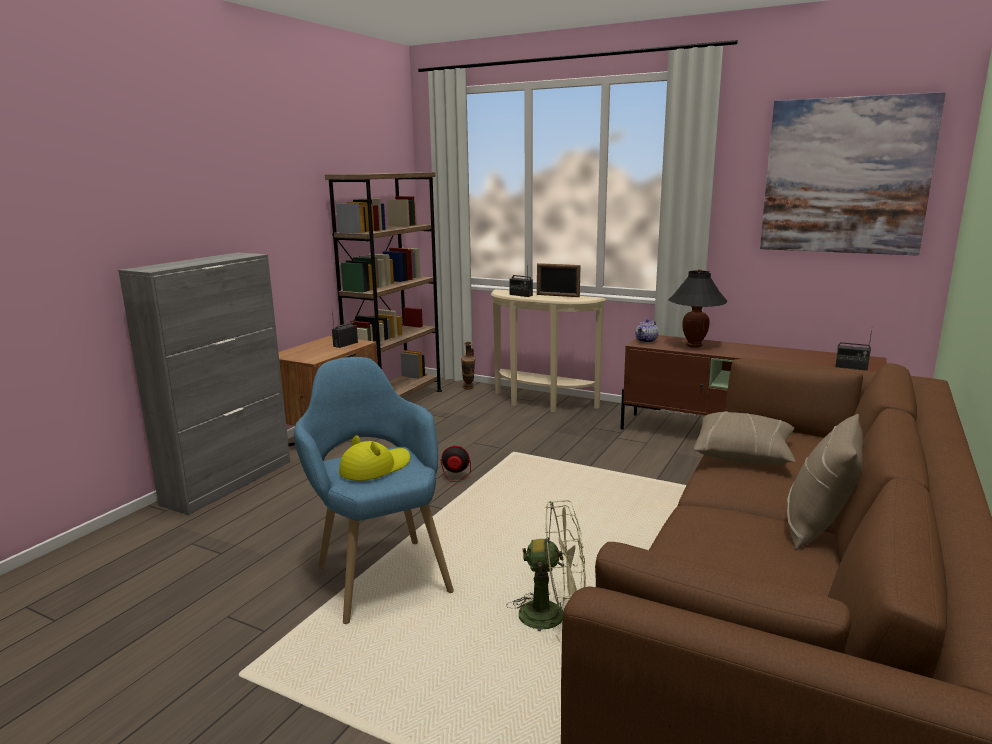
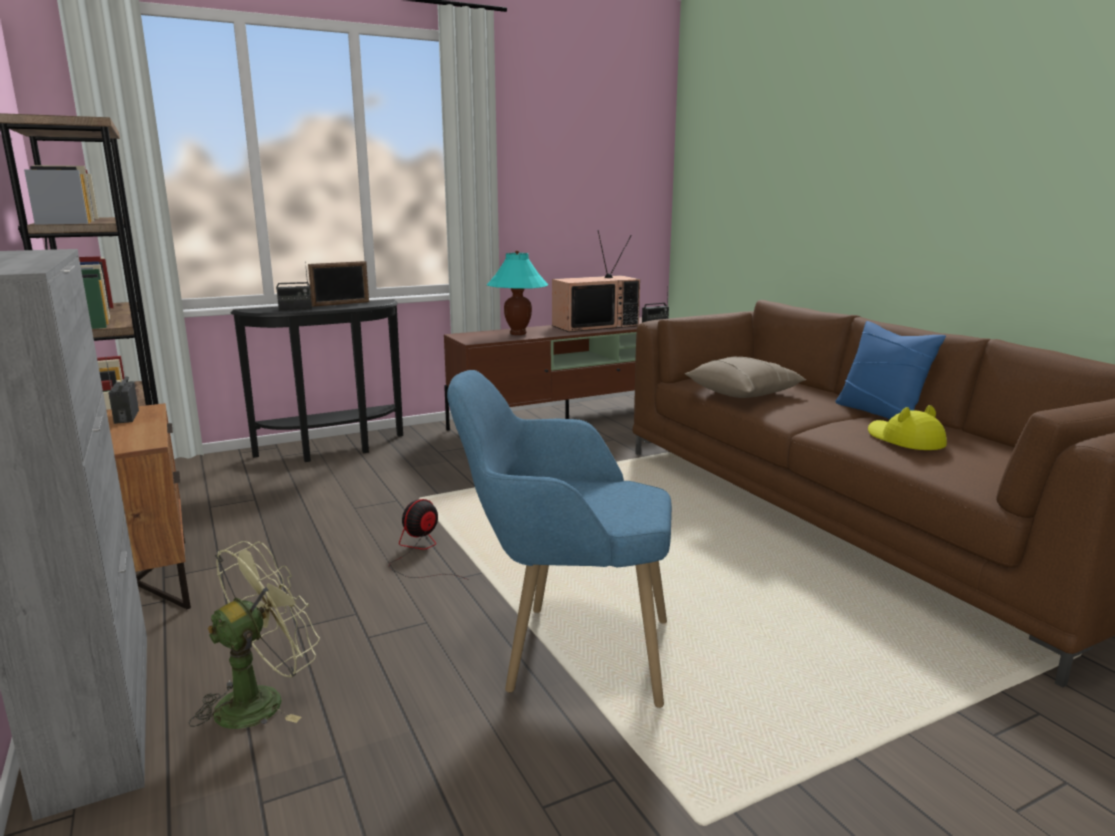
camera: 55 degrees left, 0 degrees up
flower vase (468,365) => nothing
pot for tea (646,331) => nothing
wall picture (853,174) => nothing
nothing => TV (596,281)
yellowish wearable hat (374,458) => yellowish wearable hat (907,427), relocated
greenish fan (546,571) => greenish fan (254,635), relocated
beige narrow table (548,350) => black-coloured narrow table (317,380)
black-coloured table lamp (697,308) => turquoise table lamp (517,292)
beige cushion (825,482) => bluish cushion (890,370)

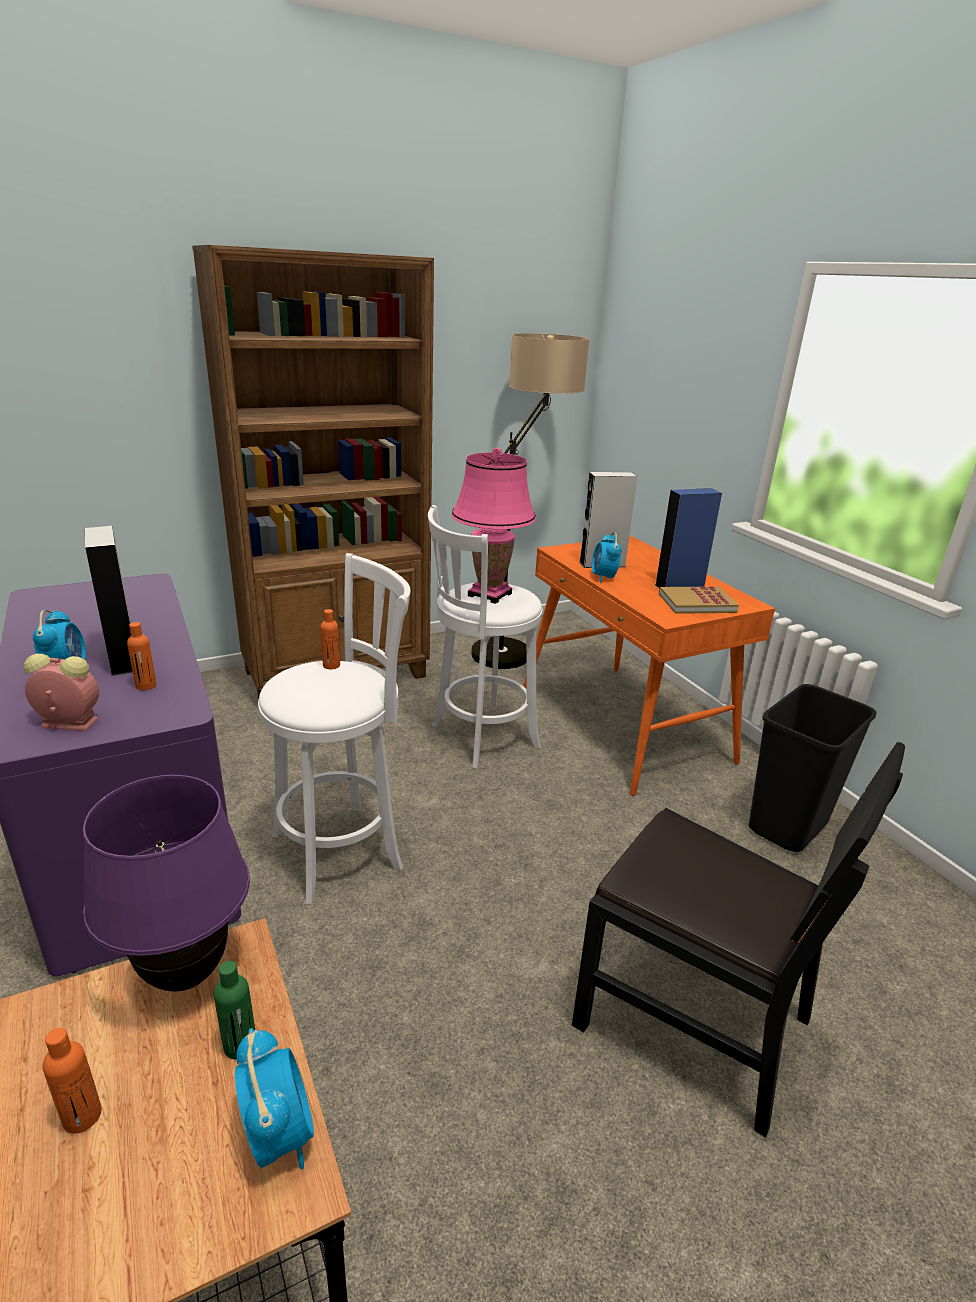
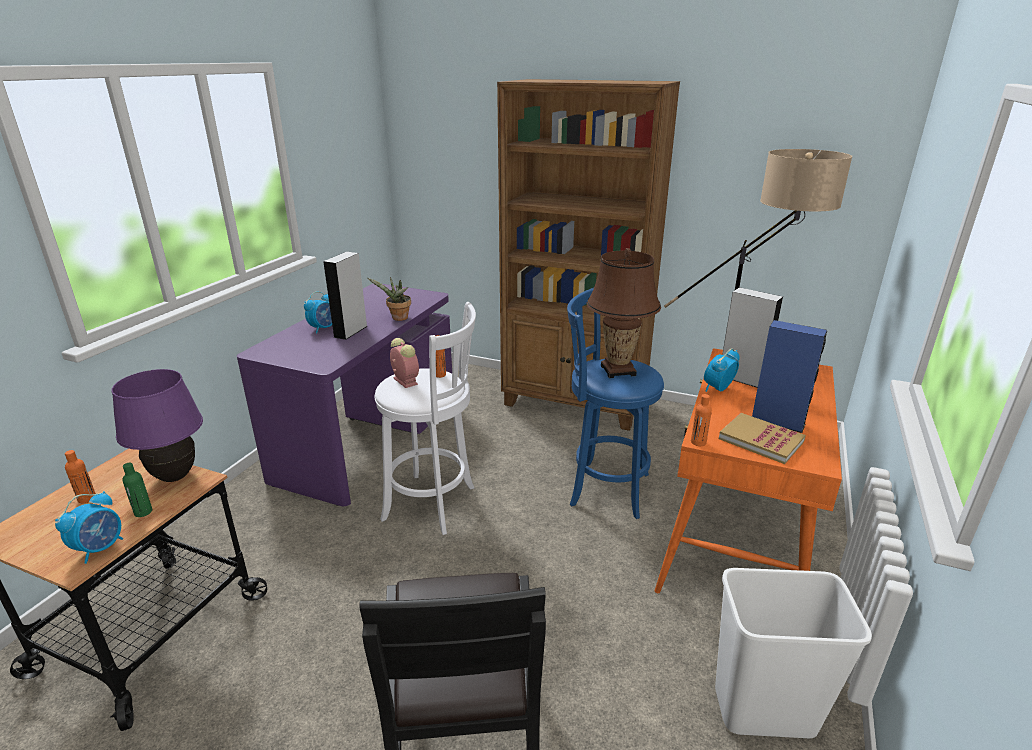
camera: 50 degrees right, 0 degrees up
nothing => houseplant (389,299)
bedside clock (61,692) => bedside clock (404,363), relocated
orange-coloured bottle (142,656) => orange-coloured bottle (701,420), relocated
whitish stool (485,637) => bluish stool (615,403)
pink-coloured table lamp (493,526) => brown table lamp (624,313)
black-coloured trash can (813,768) => whitish trash can (793,653)

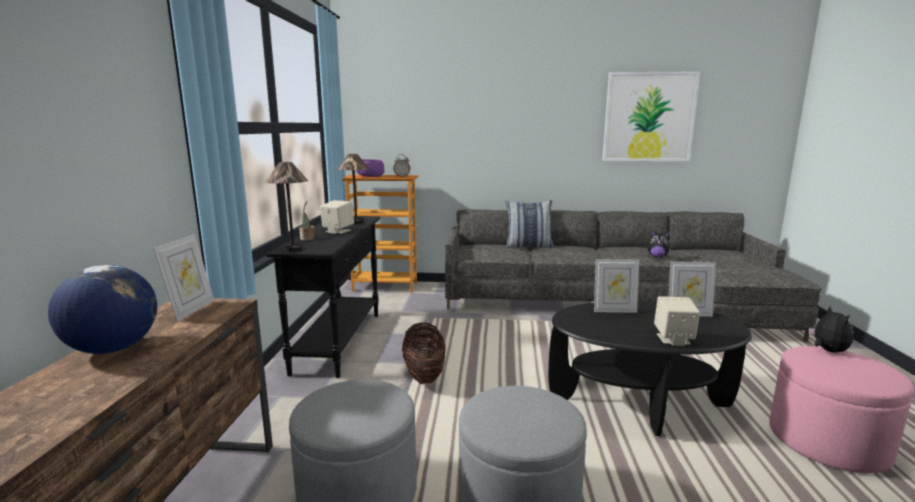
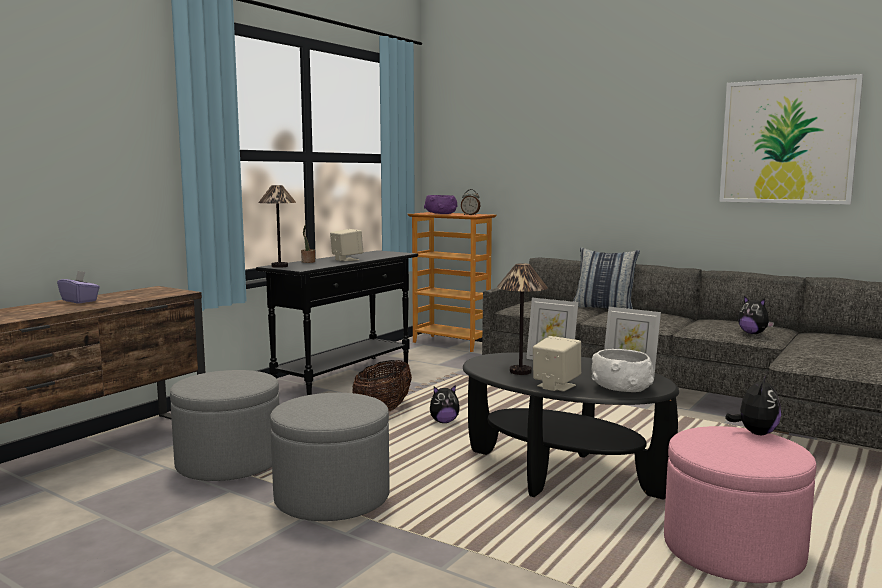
camera: 30 degrees right, 5 degrees down
picture frame (183,278) => nothing
nothing => plush toy (445,404)
nothing => whitish deep dish (623,370)
table lamp (353,189) => table lamp (522,319), relocated
desk globe (102,309) => purple tissue box (78,287)

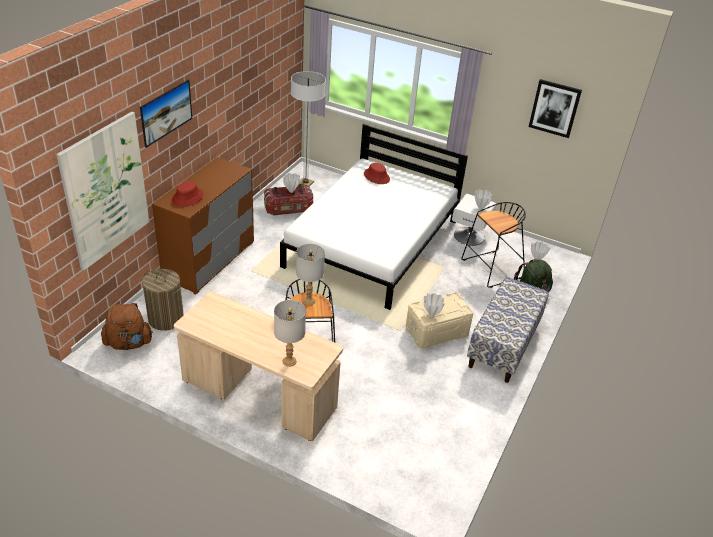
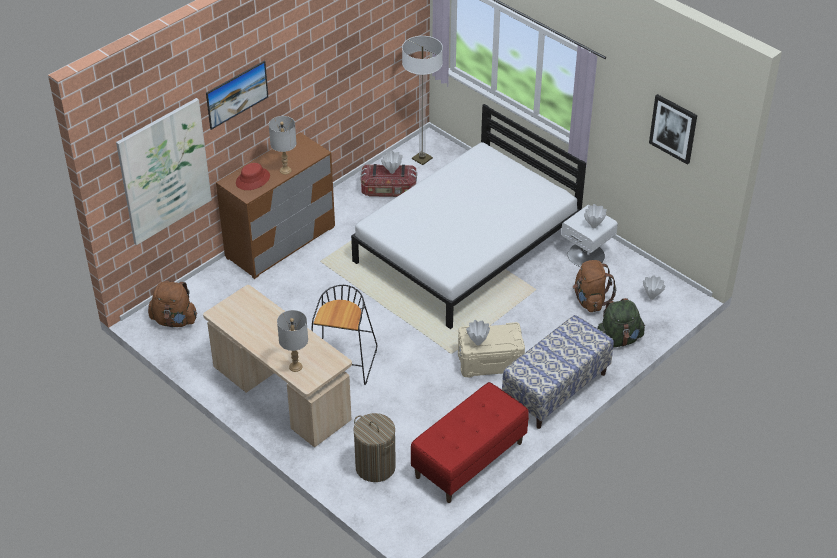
camera: 20 degrees right, 5 degrees up
red wearable hat (377,173) => nothing
nothing => red indoor bench (470,442)
laundry basket (163,300) => laundry basket (374,447), relocated
greyish table lamp (310,274) => greyish table lamp (282,145), relocated
black-coloured stool (493,245) => brown backpack (595,286)

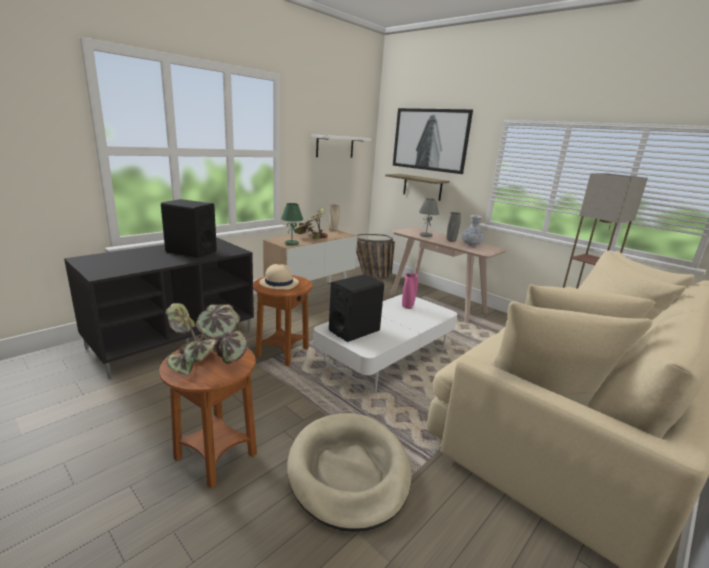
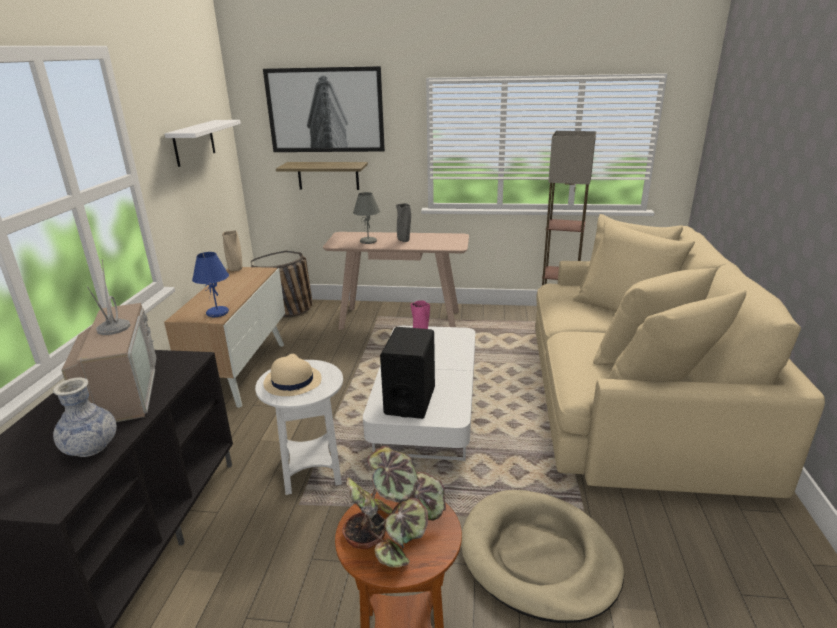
camera: 35 degrees left, 5 degrees up
houseplant (311,223) => nothing
flower vase (473,230) => flower vase (85,417), relocated
black-coloured loudspeaker (189,228) => TV (108,340)
brown accent table (283,320) => whitish accent table (299,427)
greenish table lamp (292,224) => bluish table lamp (210,284)

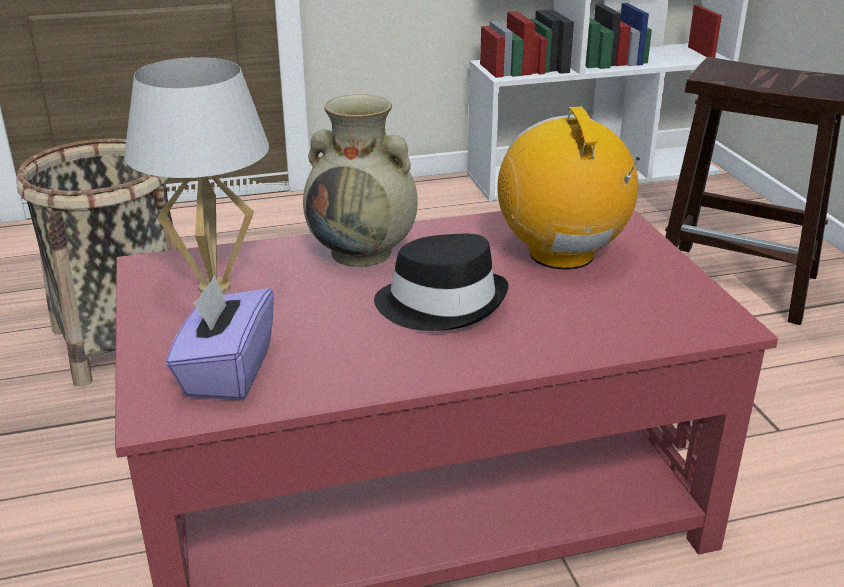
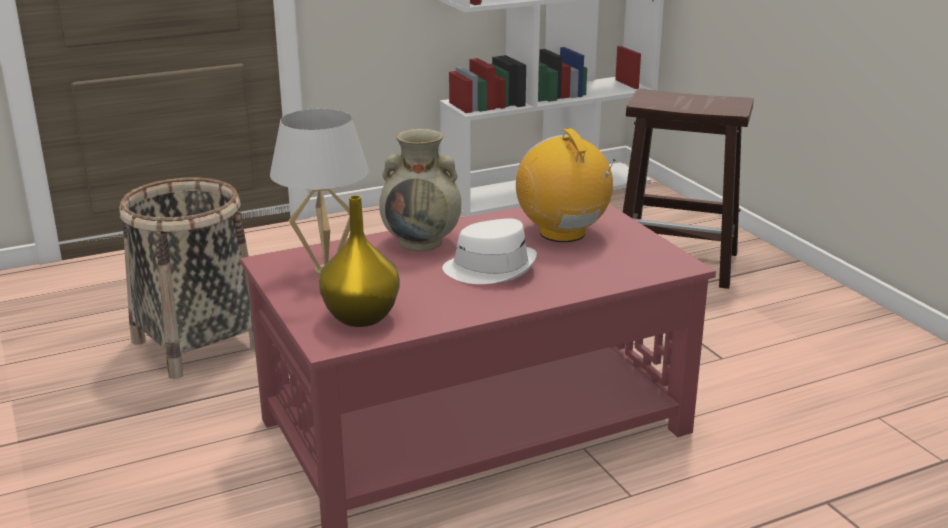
camera: 10 degrees left, 5 degrees down
purple tissue box (220,337) => yellowish flower vase (359,261)
black-coloured wearable hat (441,282) => whitish wearable hat (489,251)

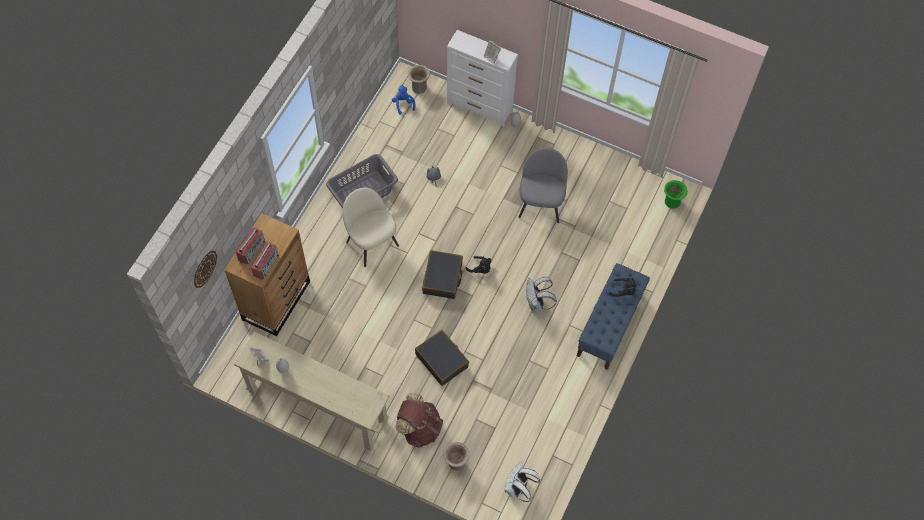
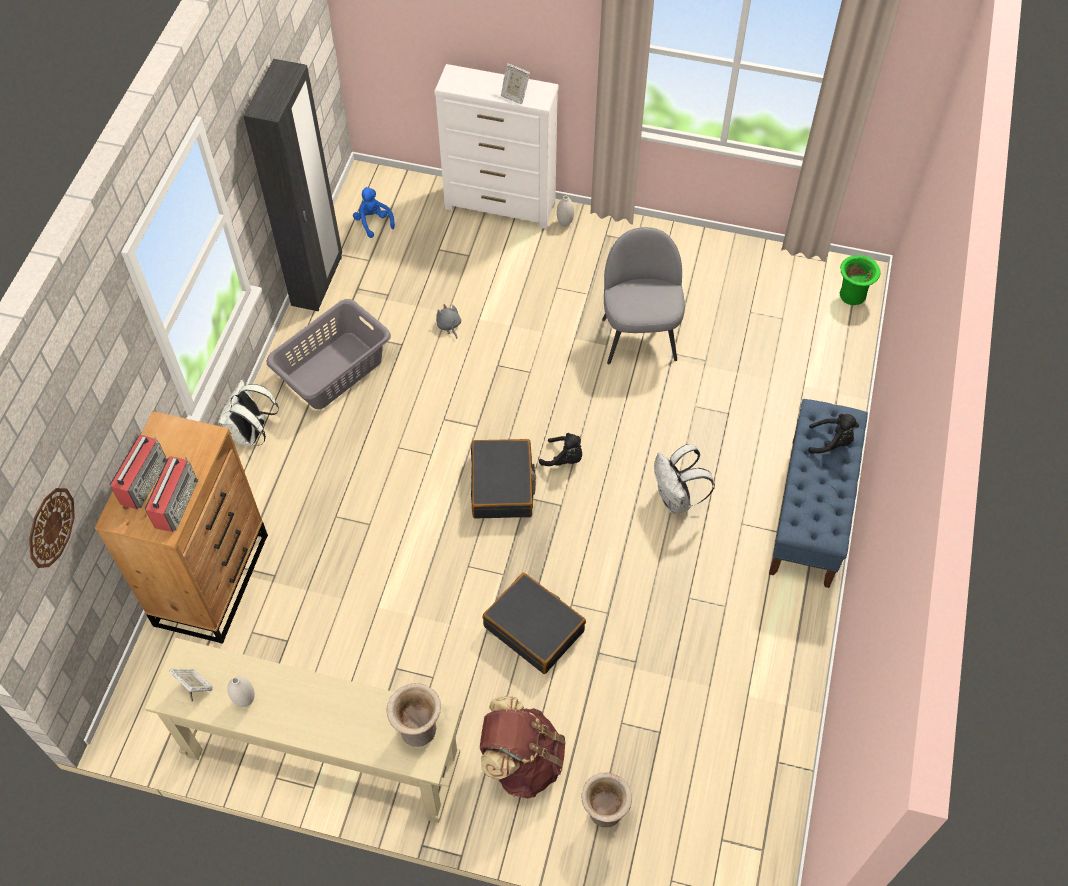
camera: 10 degrees left, 5 degrees down
beige plain chair (370,227) => nothing
nothing => black-coloured wardrobe (292,185)
beige flower vase (419,79) => beige flower vase (414,715), relocated
whitish backpack (522,481) => whitish backpack (248,413), relocated

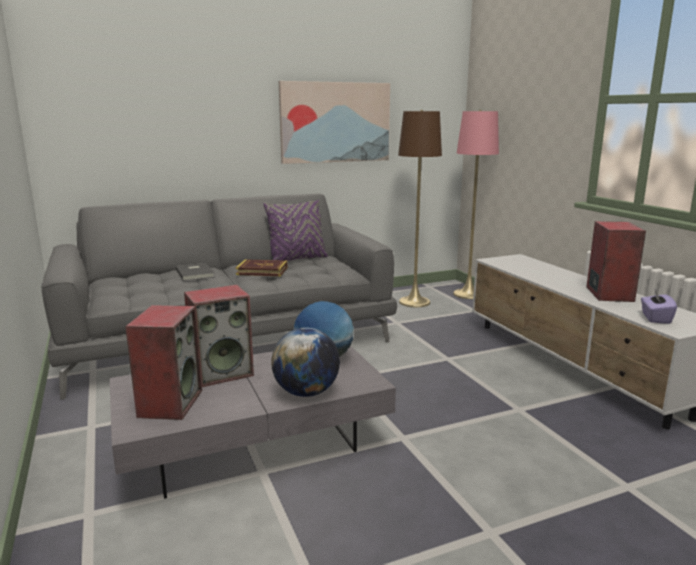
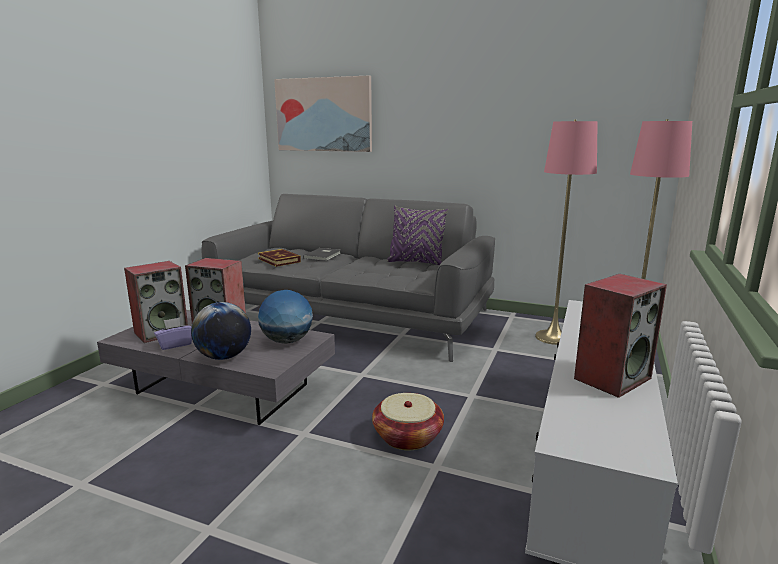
camera: 45 degrees right, 0 degrees up
nothing => basket (408,421)
bound book (262,267) => bound book (279,258), relocated
wall picture (334,122) => wall picture (323,114), relocated
purple tissue box (659,306) => purple tissue box (173,333), relocated
brown floor lamp (420,208) => pink-coloured floor lamp (566,232)

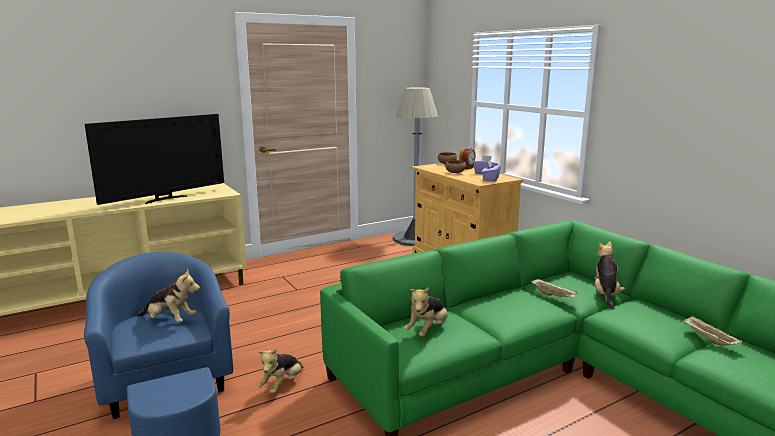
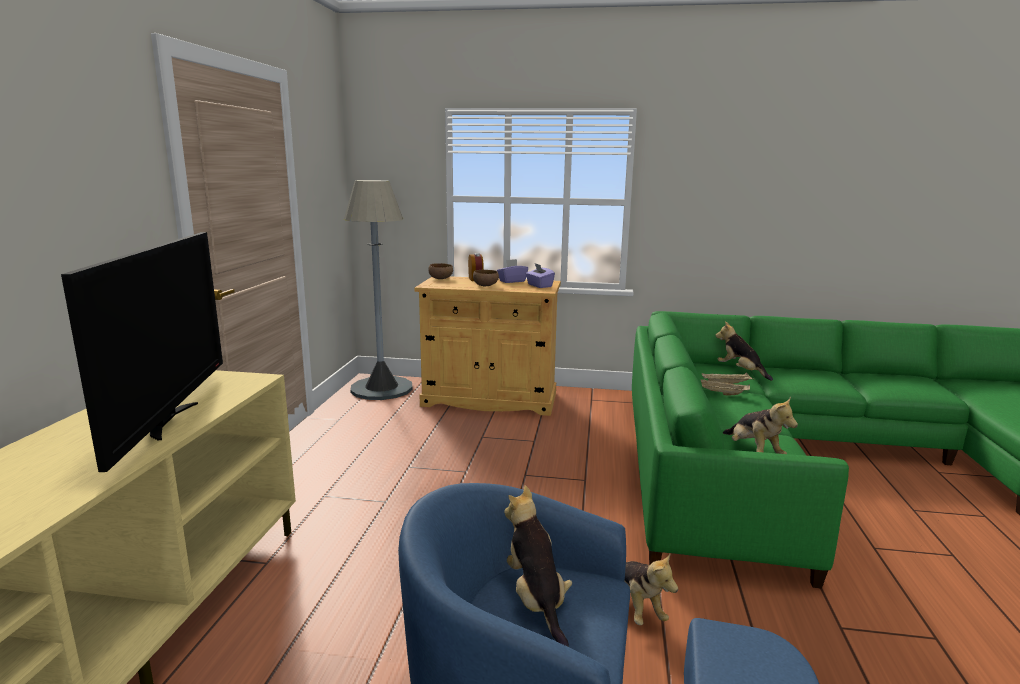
camera: 50 degrees left, 0 degrees up
beige serving tray (712,331) => beige serving tray (725,387), relocated
plush toy (168,295) => plush toy (538,566), 75 degrees counterclockwise

